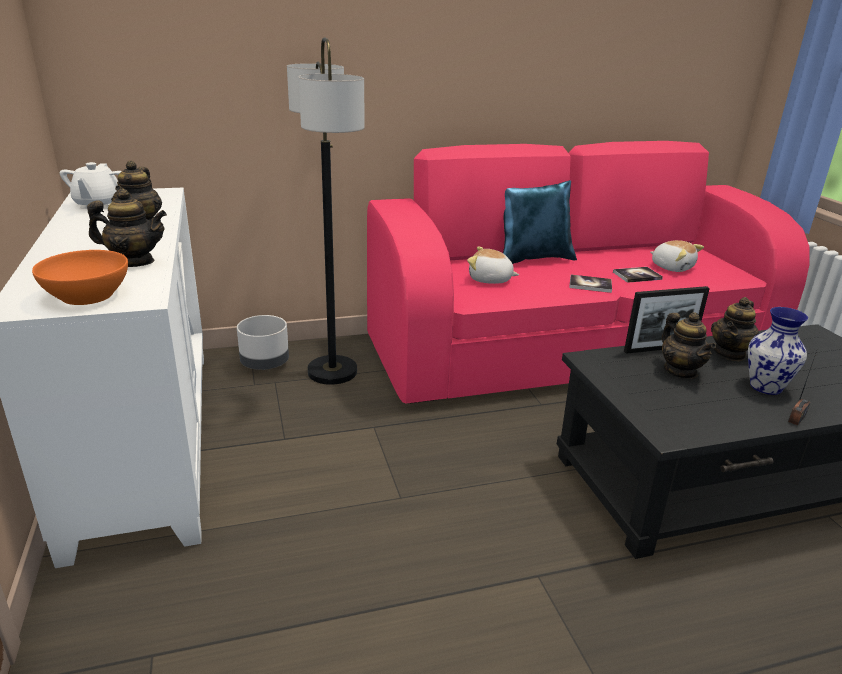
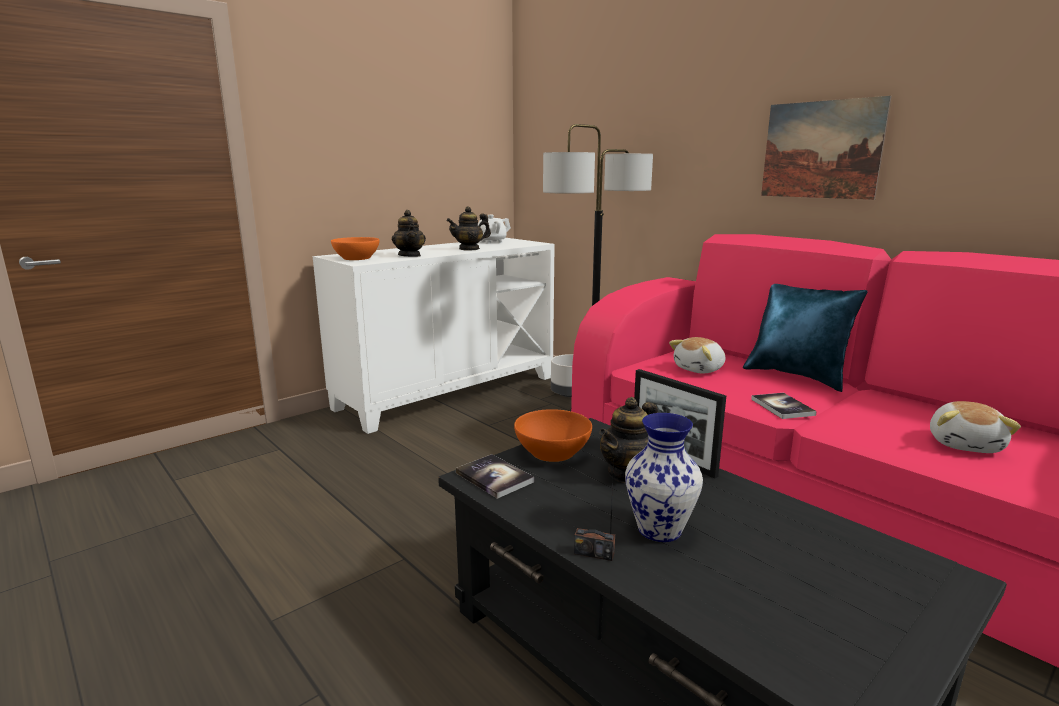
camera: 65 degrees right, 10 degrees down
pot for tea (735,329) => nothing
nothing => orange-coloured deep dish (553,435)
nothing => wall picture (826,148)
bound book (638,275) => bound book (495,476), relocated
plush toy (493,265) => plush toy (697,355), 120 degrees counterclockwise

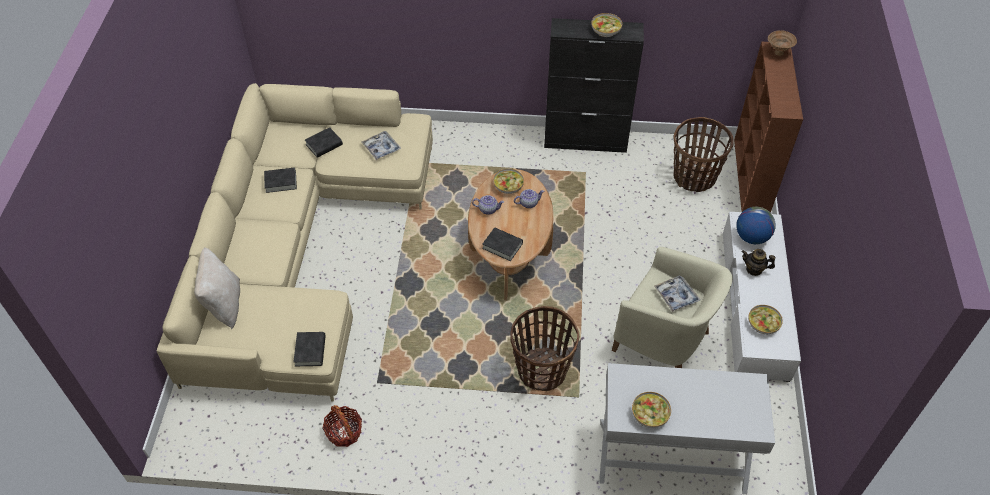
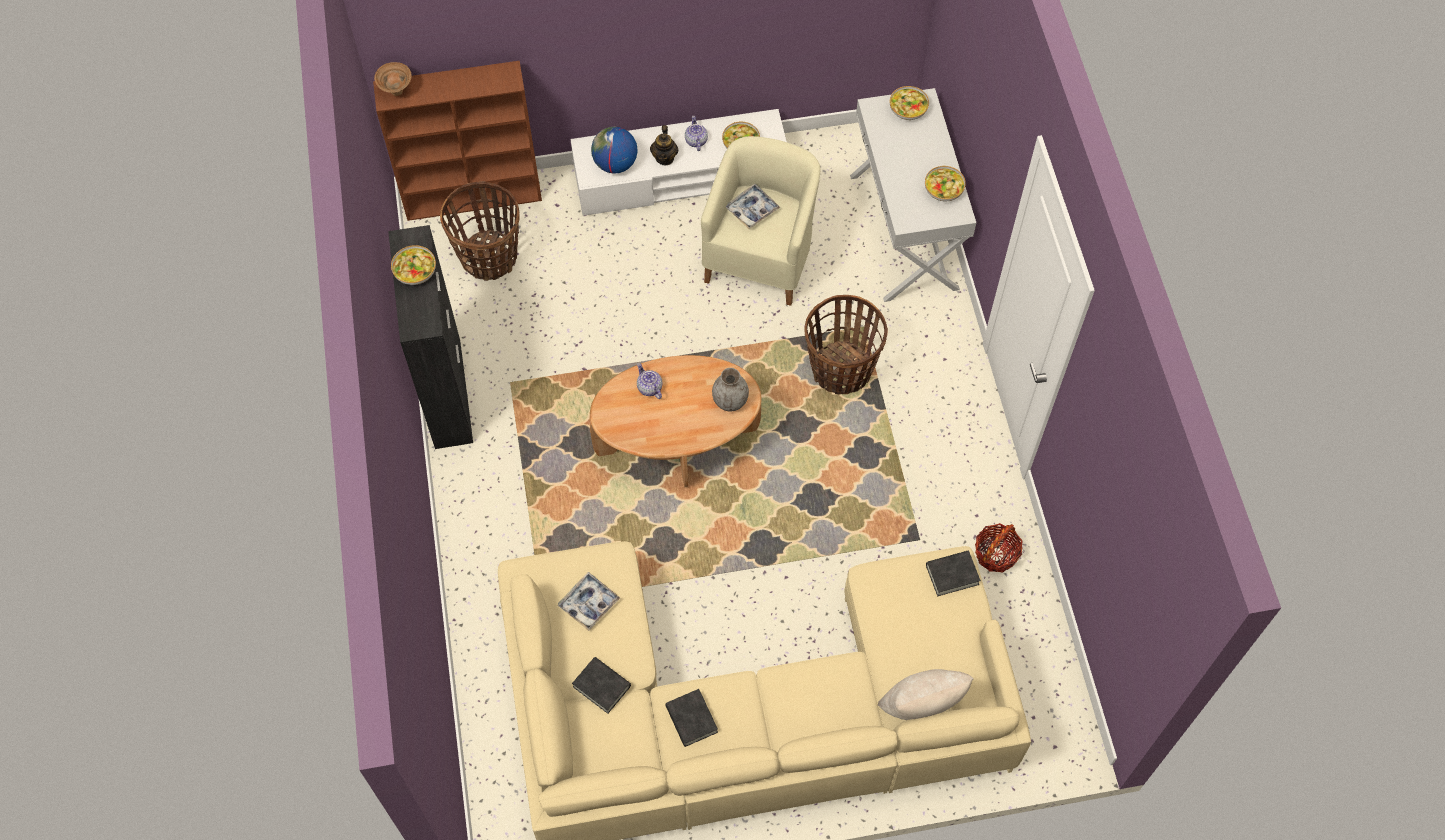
camera: 105 degrees left, 10 degrees up
pot for tea (488,205) => pot for tea (696,133), relocated
deep dish (508,181) => deep dish (909,103), relocated
black-coloured bound book (502,244) => greyish flower vase (730,390)

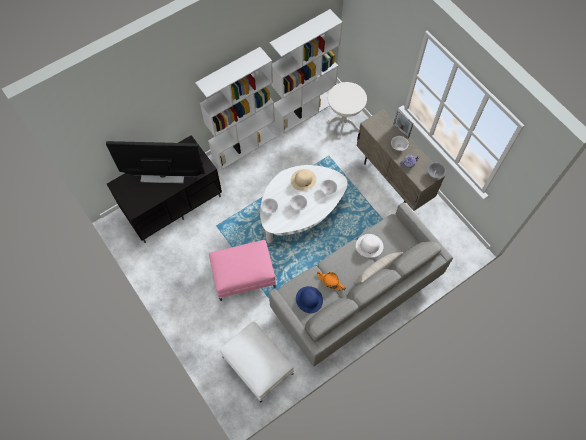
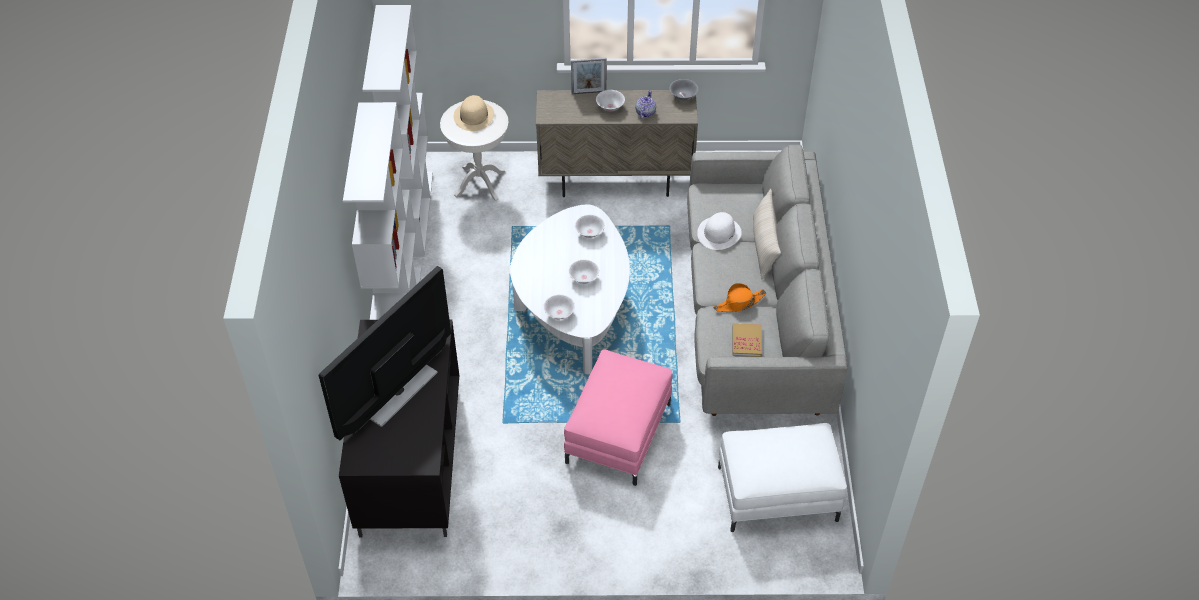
camera: 55 degrees left, 15 degrees down
beige wearable hat (303,180) => beige wearable hat (474,113), relocated
bluish wearable hat (309,299) => bound book (747,340)

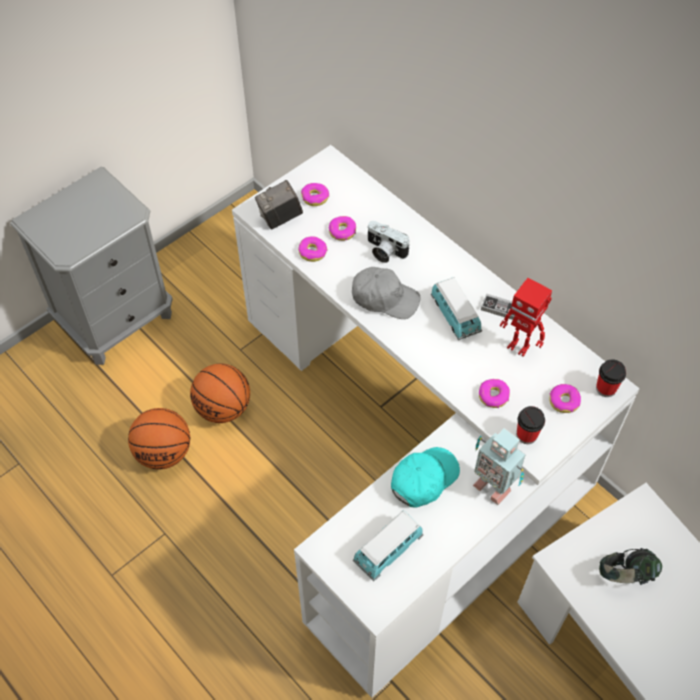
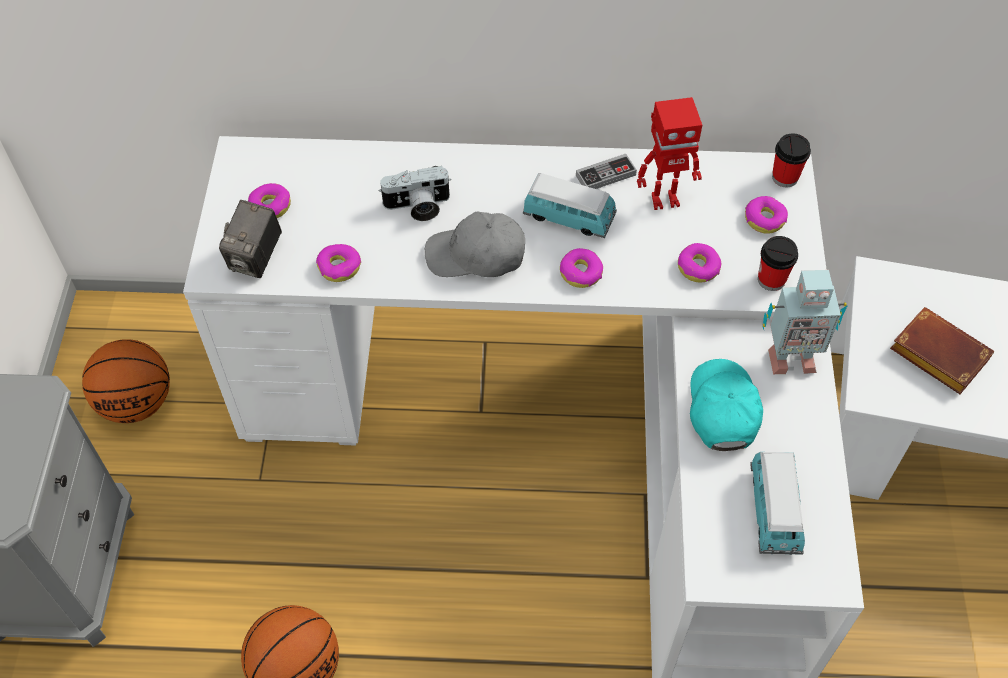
camera: 45 degrees left, 0 degrees up
basketball (220,393) => basketball (126,381), relocated
ring doughnut (342,228) => ring doughnut (581,268), relocated
pair of headphones (630,566) => brown bound book (942,350)
greyish baseball cap (386,293) => greyish baseball cap (475,244), 150 degrees counterclockwise

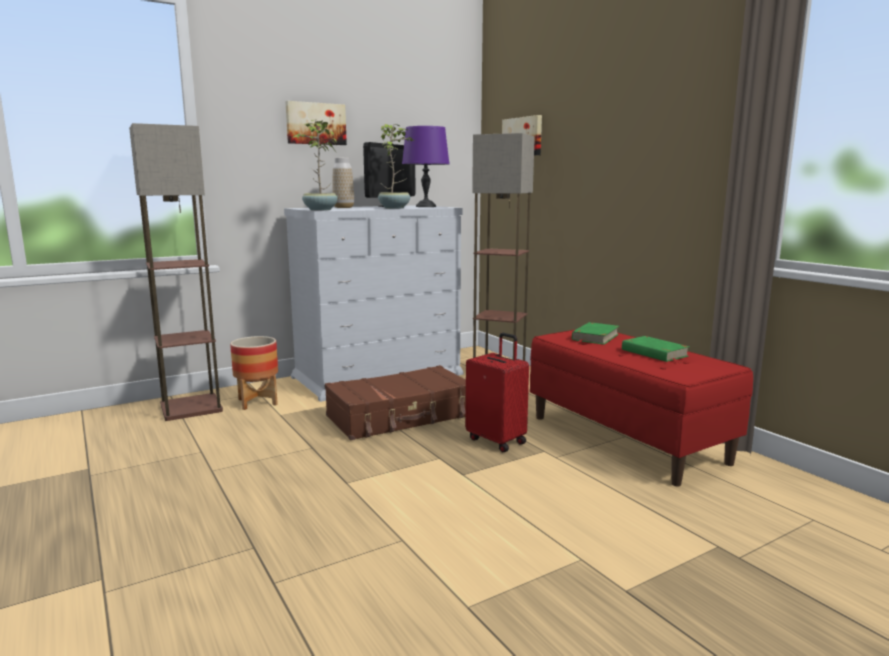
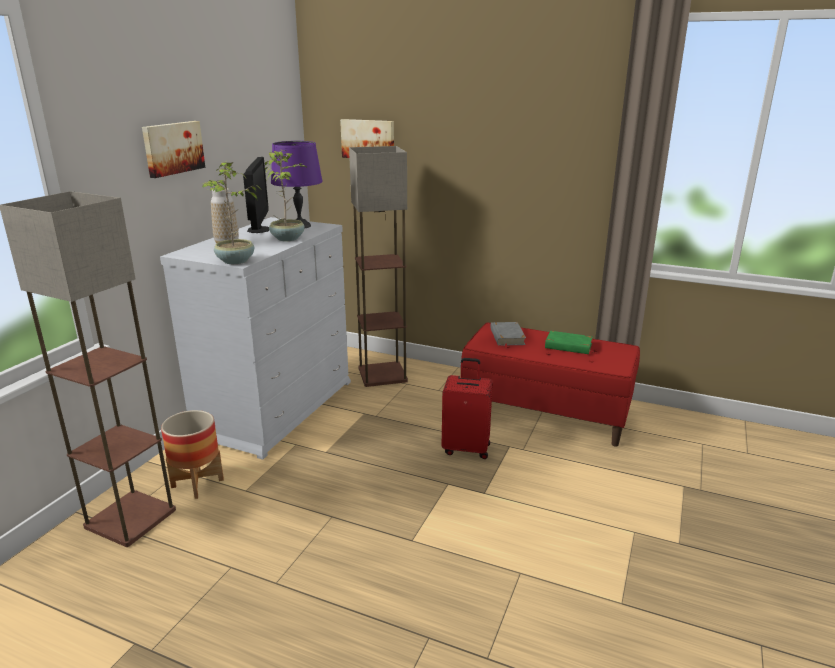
camera: 35 degrees left, 10 degrees up
brown piece of luggage (395,402) => nothing
greenish bound book (595,333) => greyish bound book (508,335)

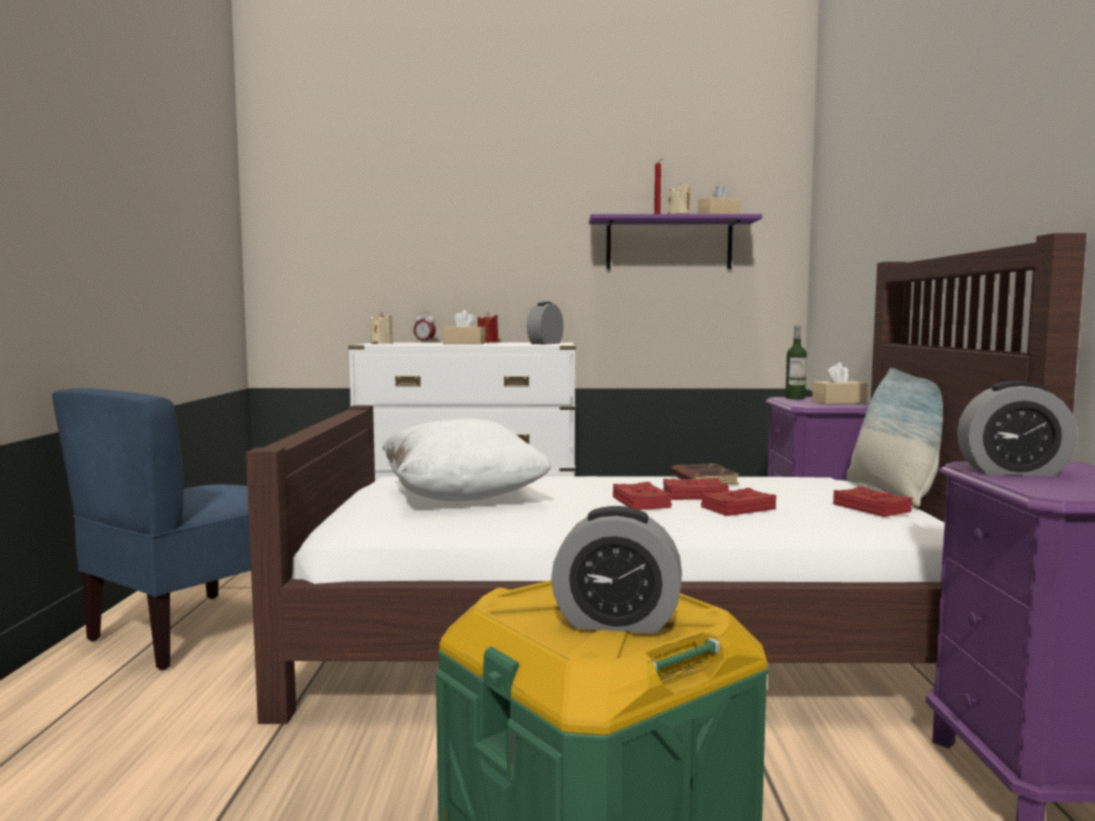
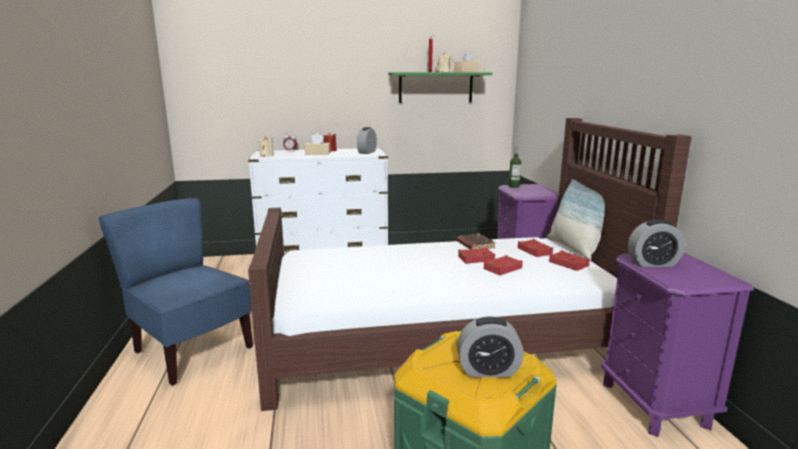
camera: 10 degrees left, 10 degrees up
whitish cushion (466,460) => nothing
beige tissue box (840,383) => nothing
red bound book (642,496) => red bound book (535,248), relocated
purple shelf (675,241) => greenish shelf (440,87)
bluish plain chair (151,529) => bluish plain chair (175,291), 105 degrees clockwise

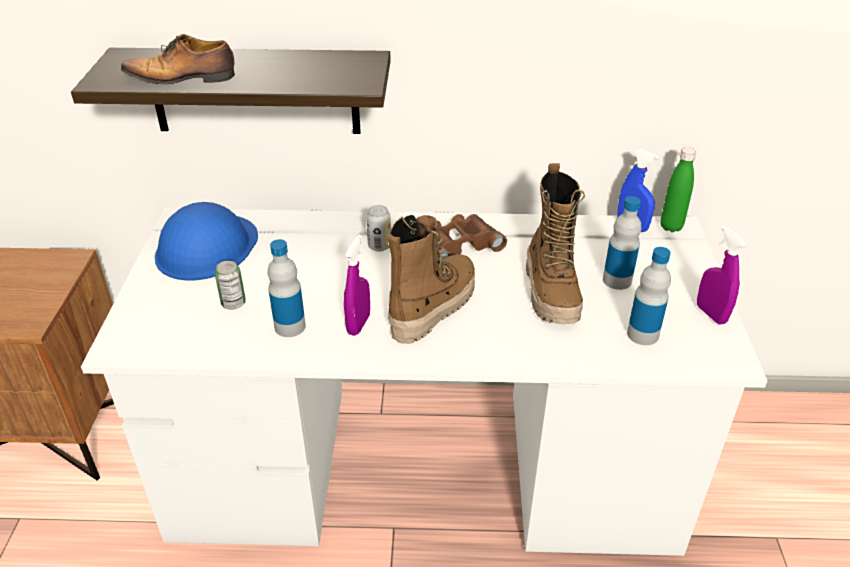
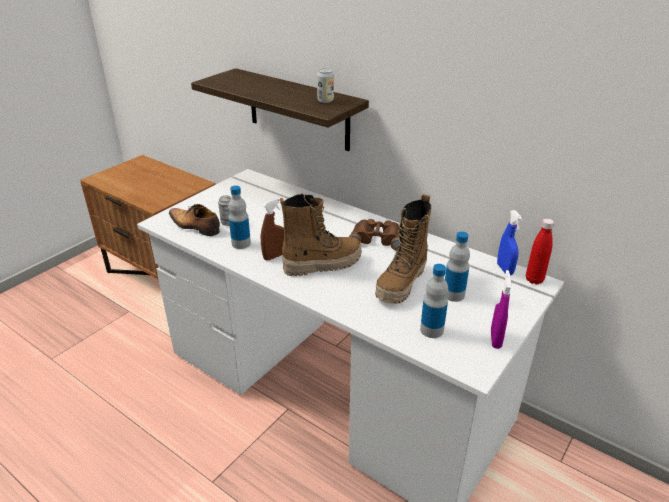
camera: 35 degrees right, 5 degrees down
bluish hard hat (206,241) => nothing
item of footwear (178,59) => item of footwear (194,220), relocated
sealed can (378,228) => sealed can (325,85), relocated
purple spray bottle (357,285) => brown spray bottle (272,229)
greenish bottle (678,189) => red bottle (540,251)

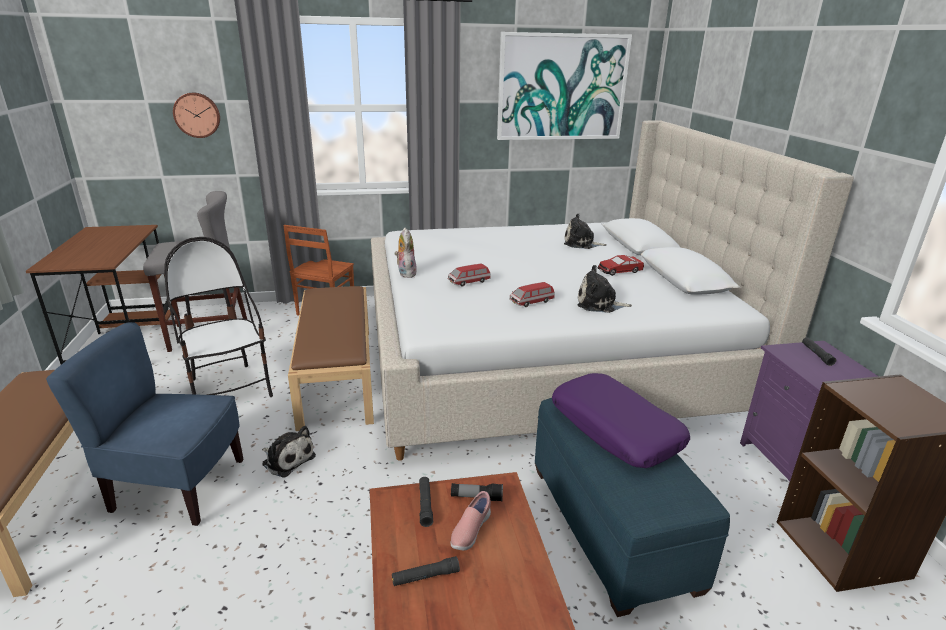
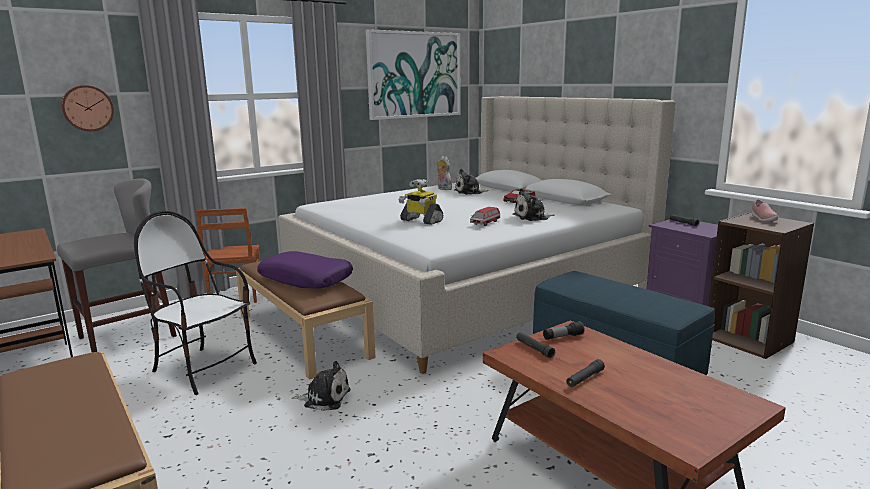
camera: 25 degrees left, 10 degrees down
bluish plain chair (145,424) => nothing
plush toy (405,253) => plush toy (444,173), relocated
pink-coloured item of footwear (470,521) => pink-coloured item of footwear (765,210), relocated
purple cushion (621,420) => purple cushion (305,269), relocated
model car (469,275) => toy robot (421,202)

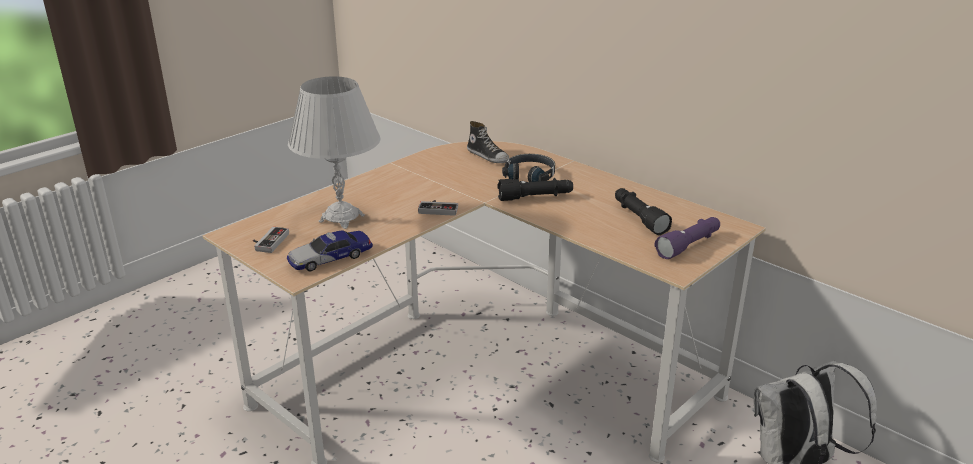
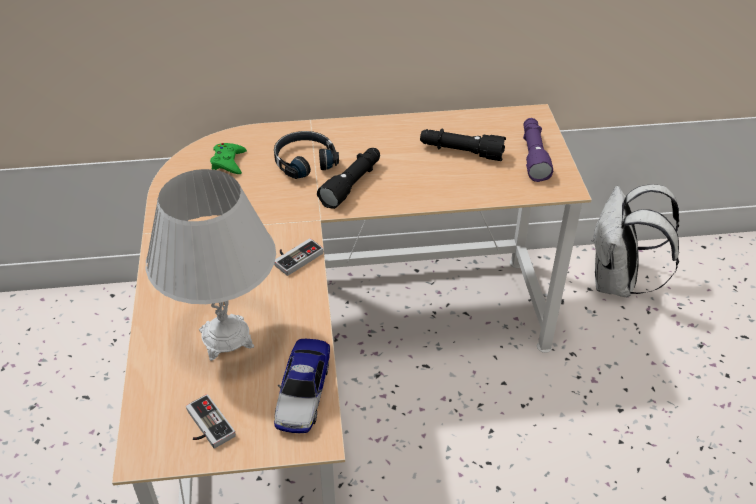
camera: 50 degrees left, 15 degrees up
item of footwear (488,142) => greenish joypad (228,158)

